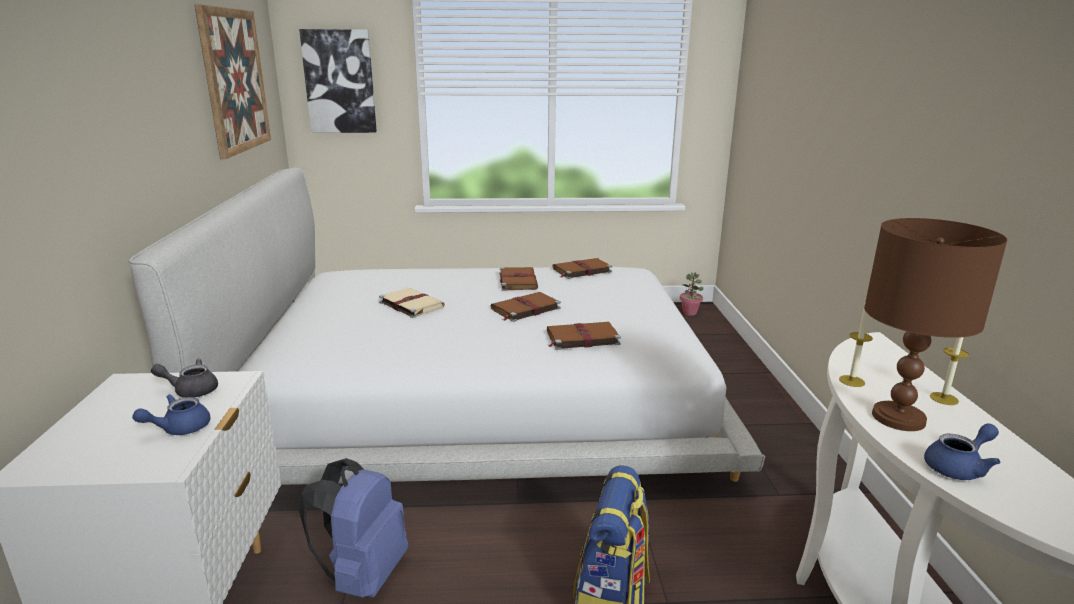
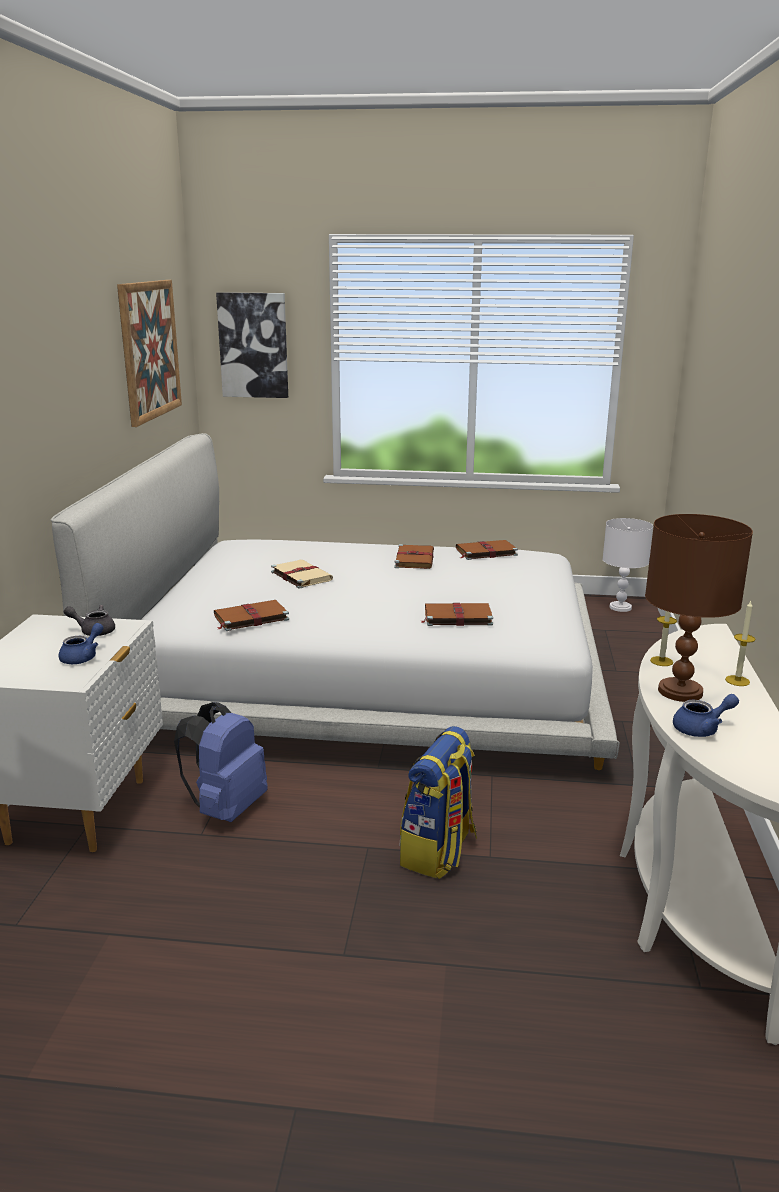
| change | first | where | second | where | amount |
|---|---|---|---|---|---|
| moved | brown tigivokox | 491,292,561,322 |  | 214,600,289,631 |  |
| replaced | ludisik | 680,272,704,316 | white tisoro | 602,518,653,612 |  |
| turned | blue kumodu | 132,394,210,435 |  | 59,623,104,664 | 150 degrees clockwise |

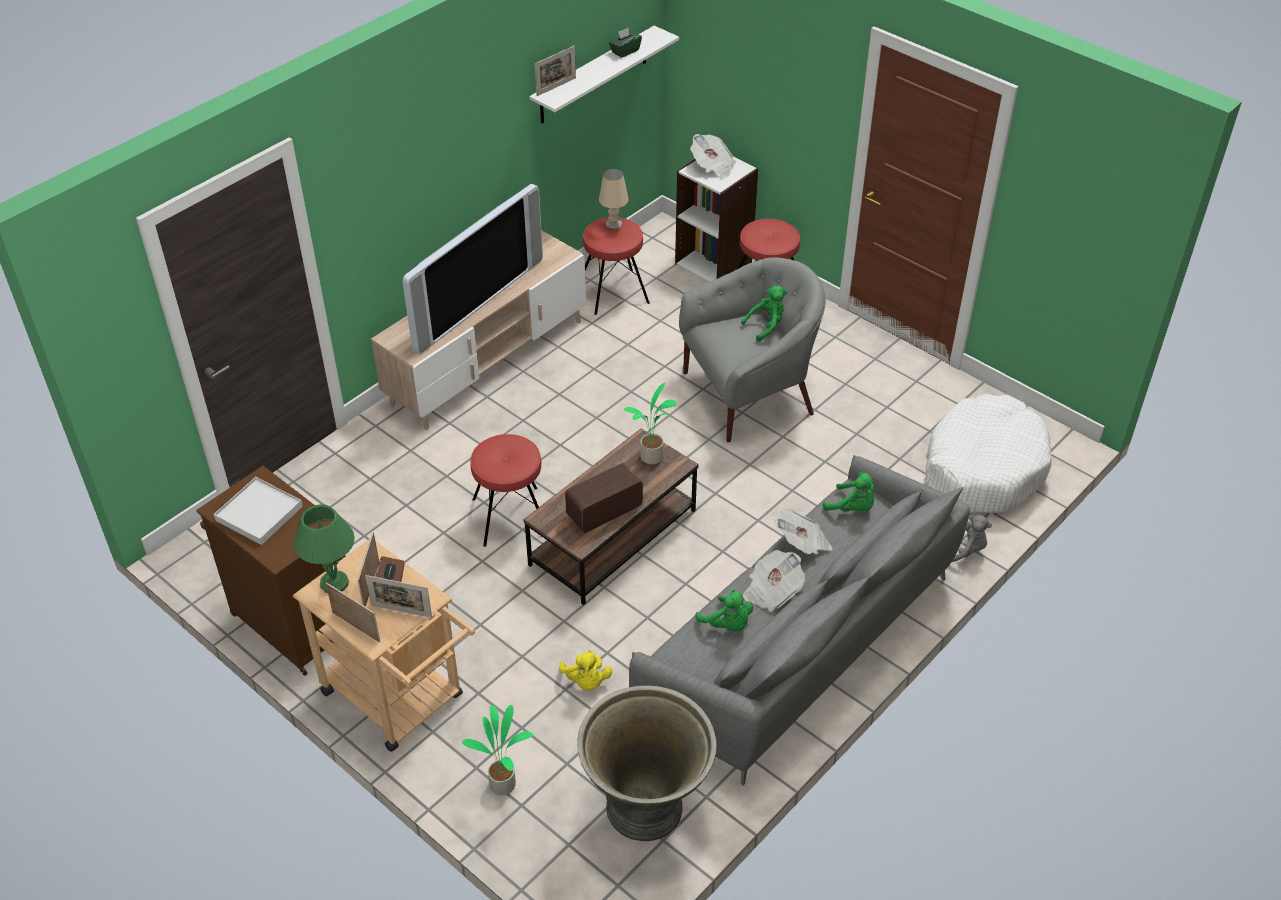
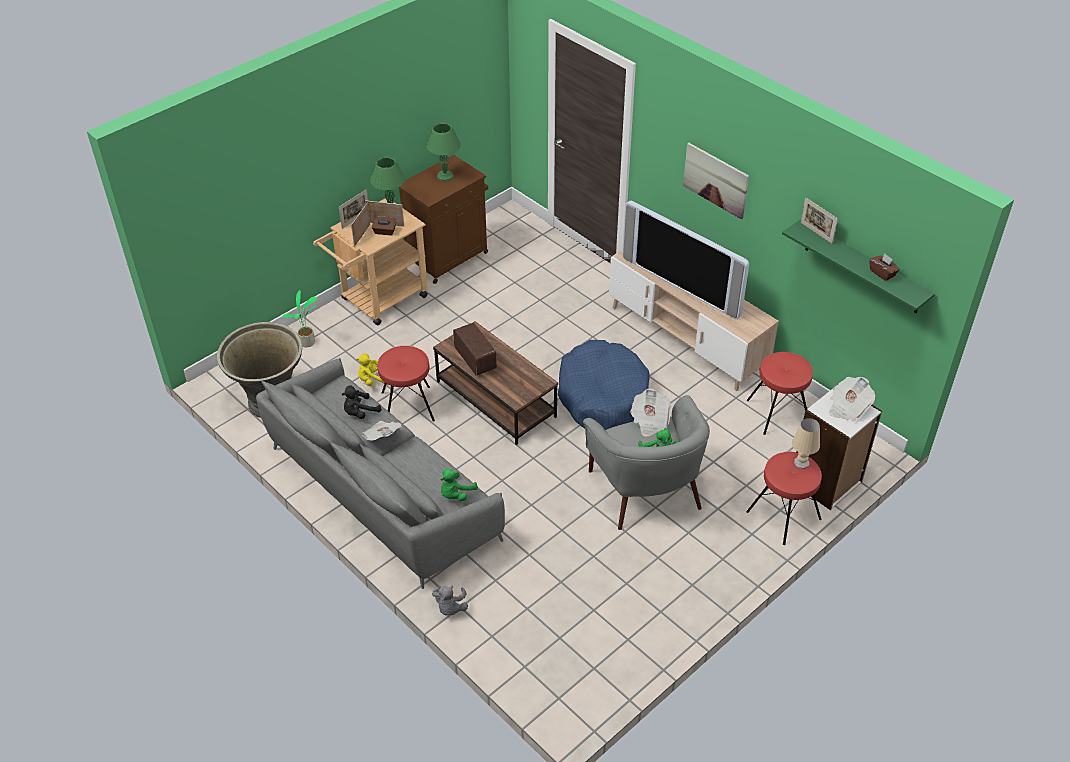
| change | first | where | second | where | amount |
|---|---|---|---|---|---|
| removed | ludisik | 624,383,676,464 |  |  |  |
| removed | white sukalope | 925,394,1051,513 |  |  |  |
| added |  |  | blue sukalope | 558,340,650,430 |  |
| added |  |  | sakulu | 683,143,749,219 |  |
| moved | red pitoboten | 470,434,541,547 |  | 378,346,435,421 |  |
| moved | beige tisoro | 599,169,629,229 |  | 792,418,820,469 |  |
| moved | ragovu | 775,509,833,555 |  | 630,389,671,437 |  |
| replaced | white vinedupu | 214,477,303,545 | green tisoro | 426,123,461,181 |  |
| recoloured | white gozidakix | 529,26,679,123 | green gozidakix | 782,219,935,313 |  |
| recoloured | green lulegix | 609,28,642,58 | brown lulegix | 870,254,900,281 |  |
| recoloured | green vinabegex | 695,589,753,631 | black vinabegex | 342,385,381,419 |  |

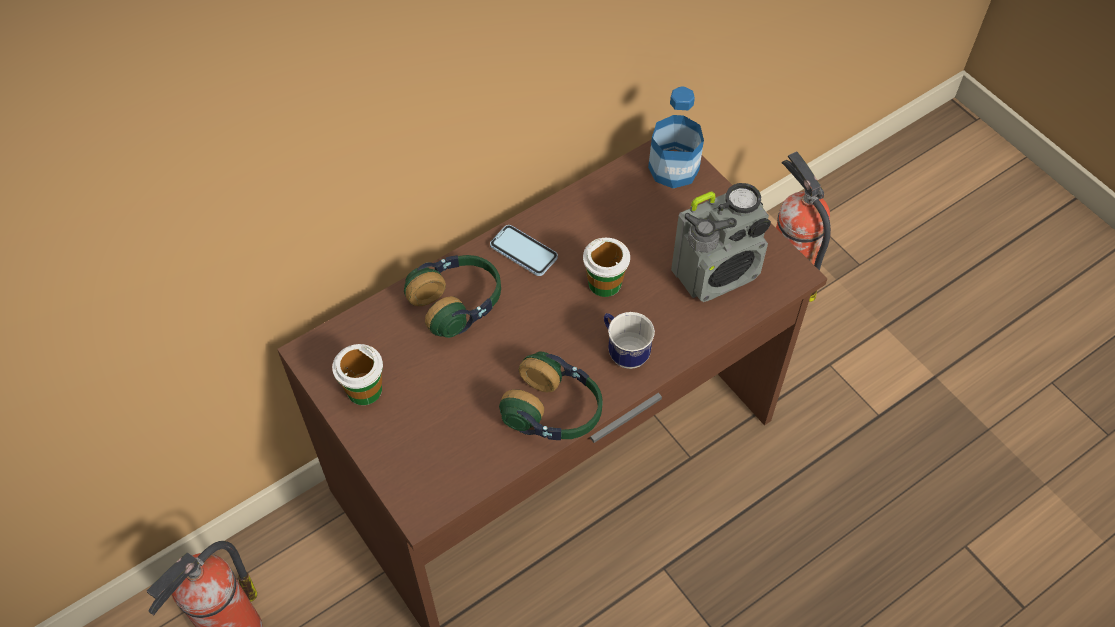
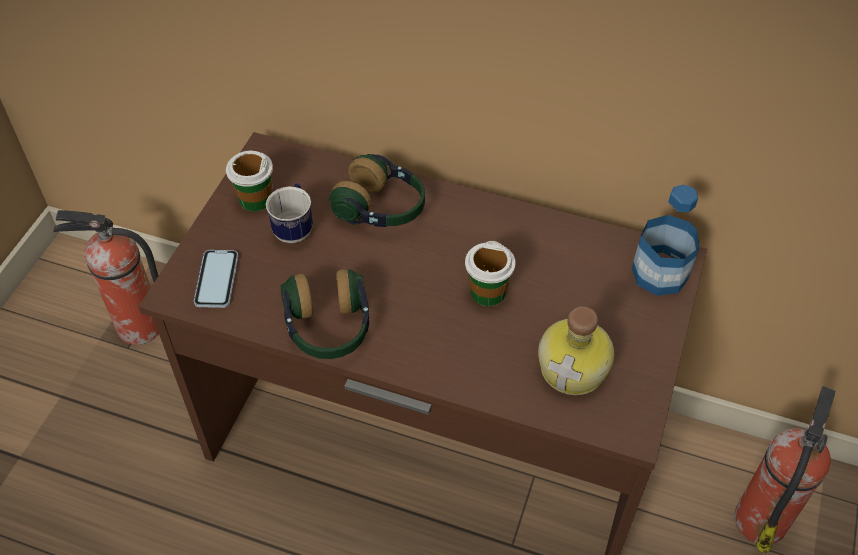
| change | first | where | second | where | amount |
|---|---|---|---|---|---|
| moved | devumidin | 490,225,558,276 |  | 194,250,238,308 |  |
| moved | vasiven | 604,312,655,369 |  | 266,183,313,243 |  |
| replaced | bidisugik | 671,183,771,302 | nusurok | 538,306,614,395 |  |

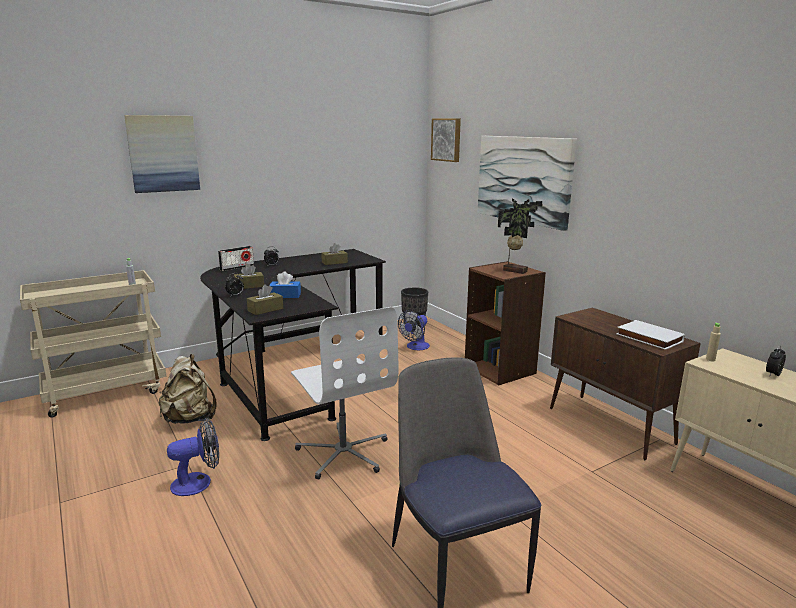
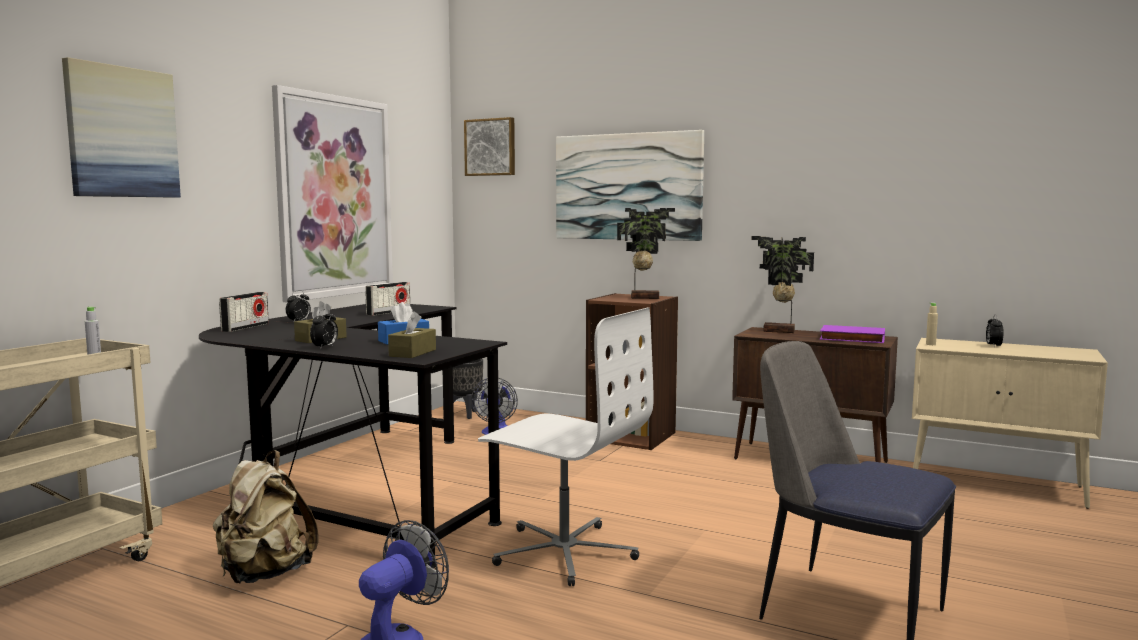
| change | first | where | second | where | amount |
|---|---|---|---|---|---|
| added |  |  | sakulu | 272,85,393,302 |  |
| added |  |  | ludisik | 751,236,814,333 |  |
| replaced | brown lulegix | 321,243,348,265 | bidisugik | 365,282,410,316 |  |
| recoloured | white tigivokox | 616,320,685,350 | purple tigivokox | 820,325,885,343 |  |

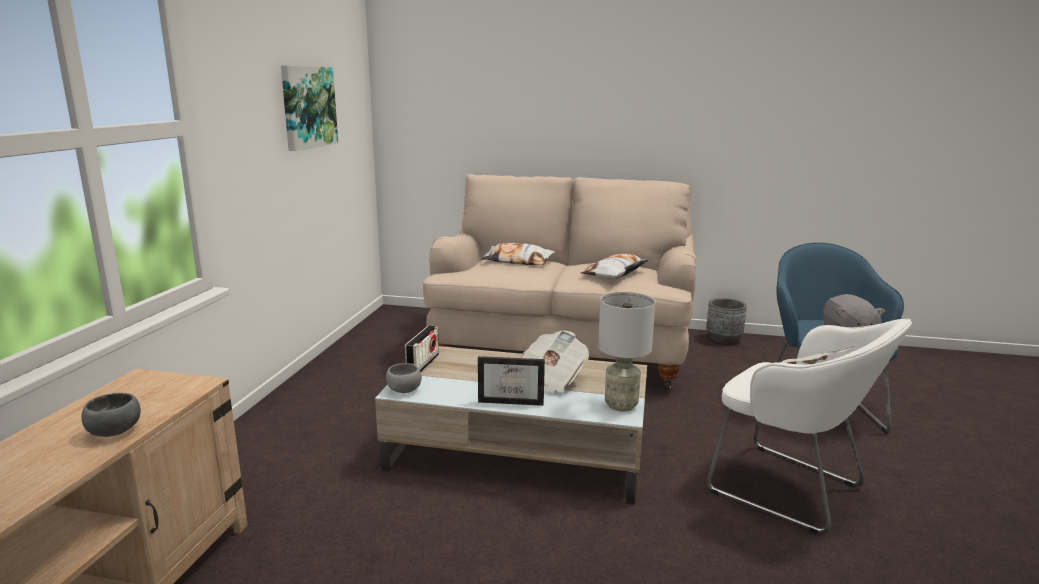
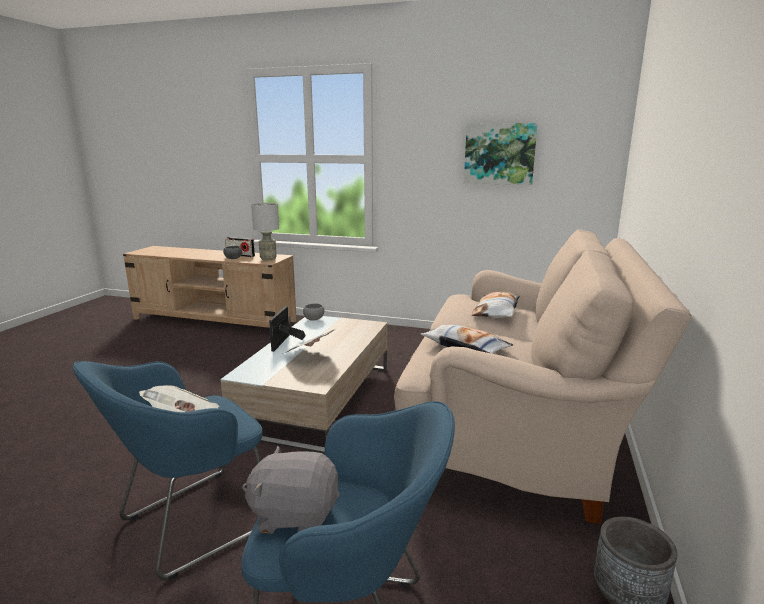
| change | first | where | second | where | amount |
|---|---|---|---|---|---|
| moved | bidisugik | 404,325,439,372 |  | 225,237,255,257 |  |
| moved | grey tisoro | 598,292,655,412 |  | 251,203,279,261 |  |
| recoloured | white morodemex | 707,319,912,535 | blue morodemex | 72,361,263,580 |  |

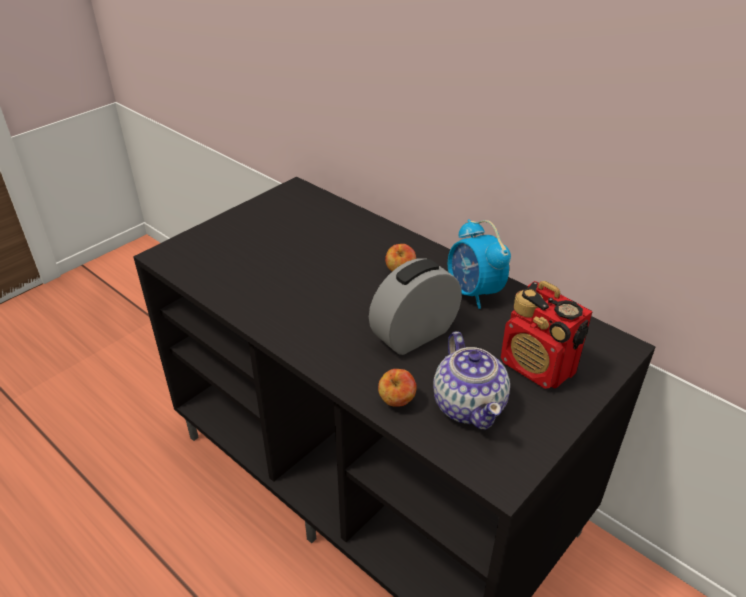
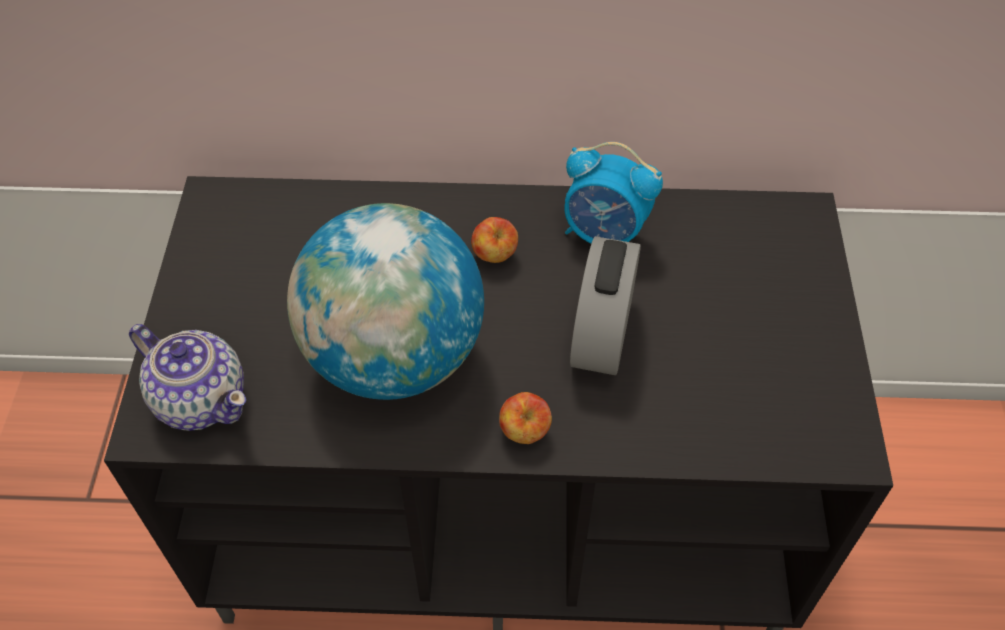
| change | first | where | second | where | amount |
|---|---|---|---|---|---|
| removed | bidisugik | 501,281,593,389 |  |  |  |
| added |  |  | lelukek | 287,203,484,400 |  |
| moved | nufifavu | 378,369,417,407 |  | 499,392,552,444 |  |
| moved | kumodu | 433,331,510,430 |  | 129,324,246,431 |  |

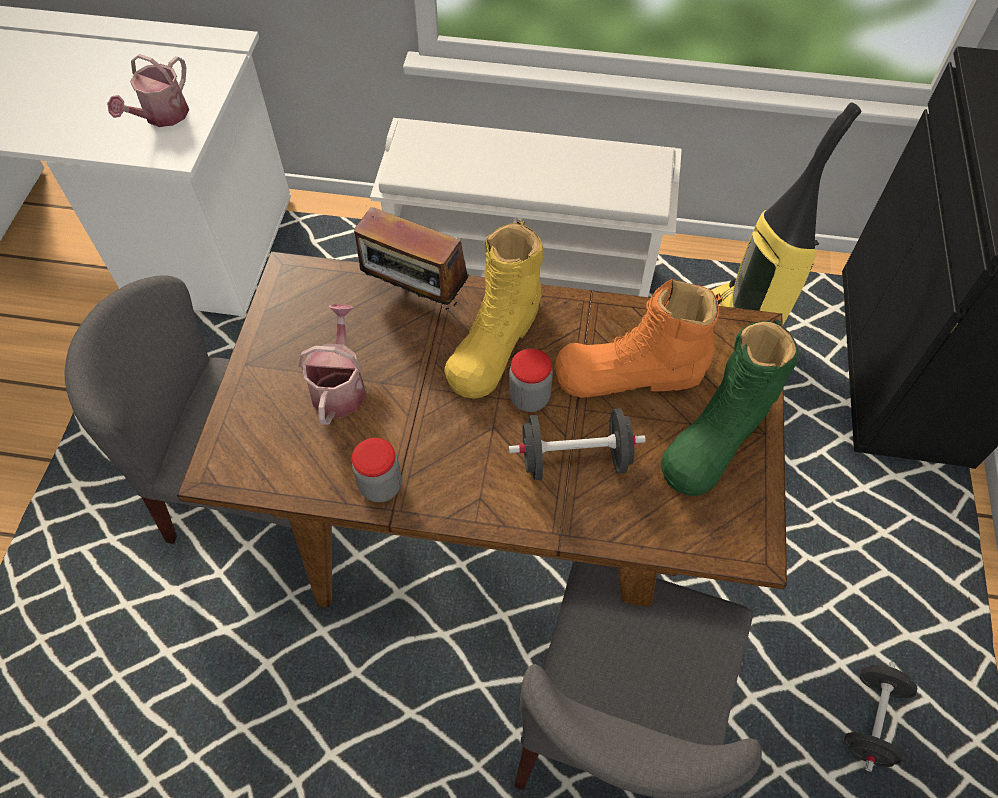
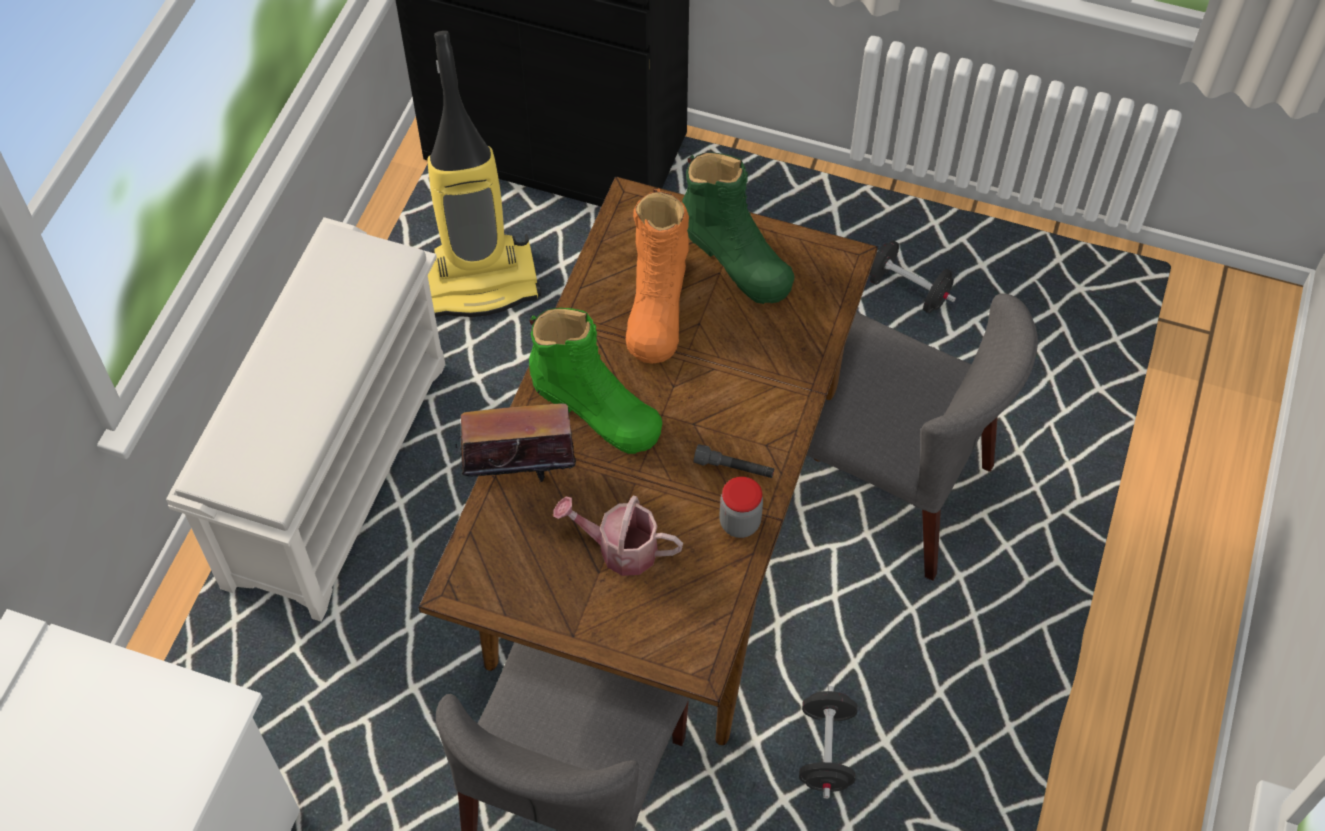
| change | first | where | second | where | amount |
|---|---|---|---|---|---|
| removed | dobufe | 107,54,189,127 |  |  |  |
| removed | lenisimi | 509,349,553,412 |  |  |  |
| added |  |  | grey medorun | 694,444,774,478 |  |
| moved | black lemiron | 509,408,646,480 |  | 799,686,857,799 |  |
| recoloured | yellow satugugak | 444,220,544,399 | green satugugak | 529,308,662,454 |  |
| turned | bidisugik | 354,207,469,310 |  | 455,391,584,482 | 135 degrees counterclockwise |

